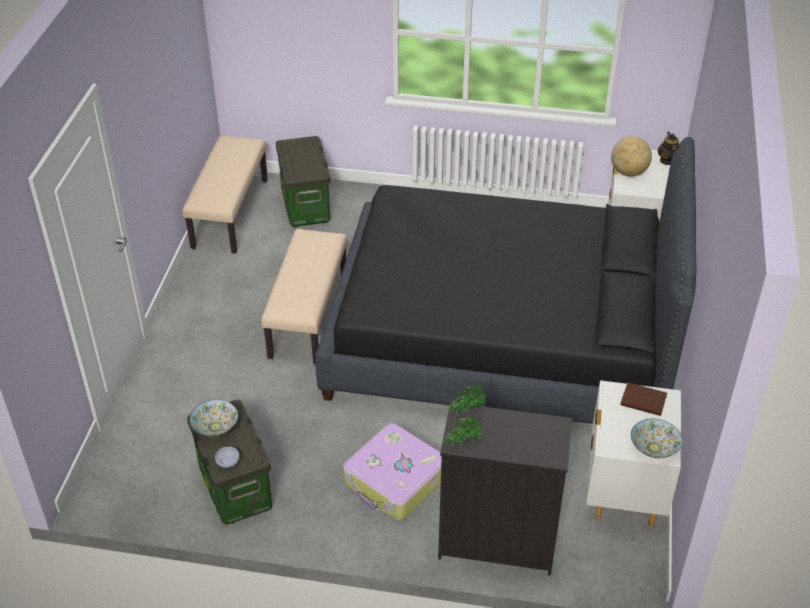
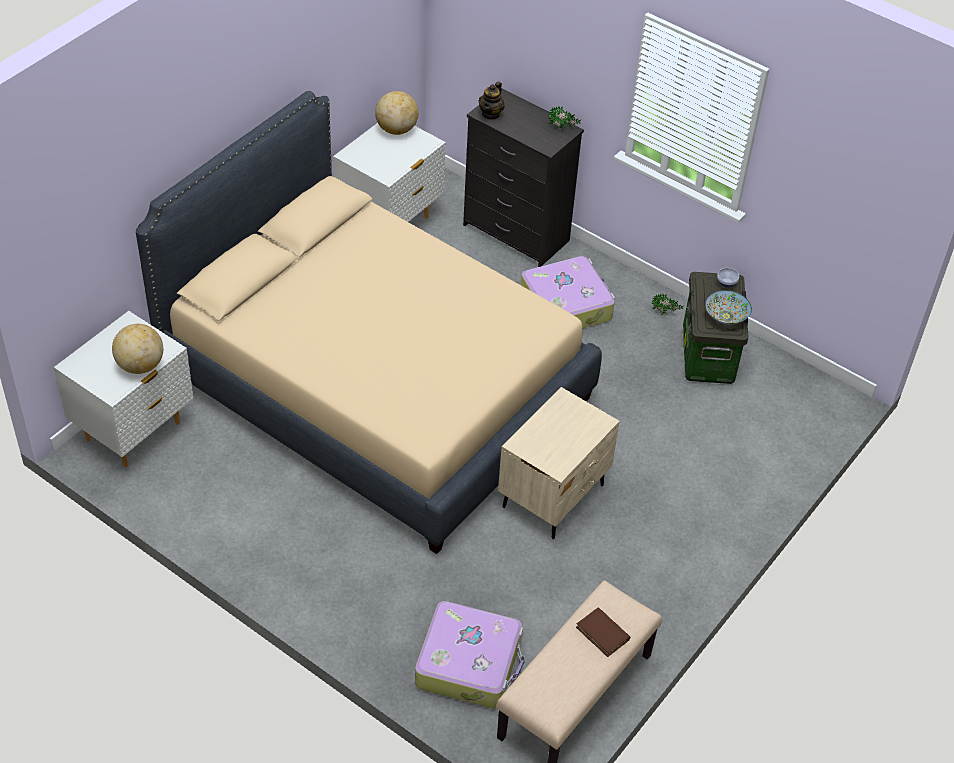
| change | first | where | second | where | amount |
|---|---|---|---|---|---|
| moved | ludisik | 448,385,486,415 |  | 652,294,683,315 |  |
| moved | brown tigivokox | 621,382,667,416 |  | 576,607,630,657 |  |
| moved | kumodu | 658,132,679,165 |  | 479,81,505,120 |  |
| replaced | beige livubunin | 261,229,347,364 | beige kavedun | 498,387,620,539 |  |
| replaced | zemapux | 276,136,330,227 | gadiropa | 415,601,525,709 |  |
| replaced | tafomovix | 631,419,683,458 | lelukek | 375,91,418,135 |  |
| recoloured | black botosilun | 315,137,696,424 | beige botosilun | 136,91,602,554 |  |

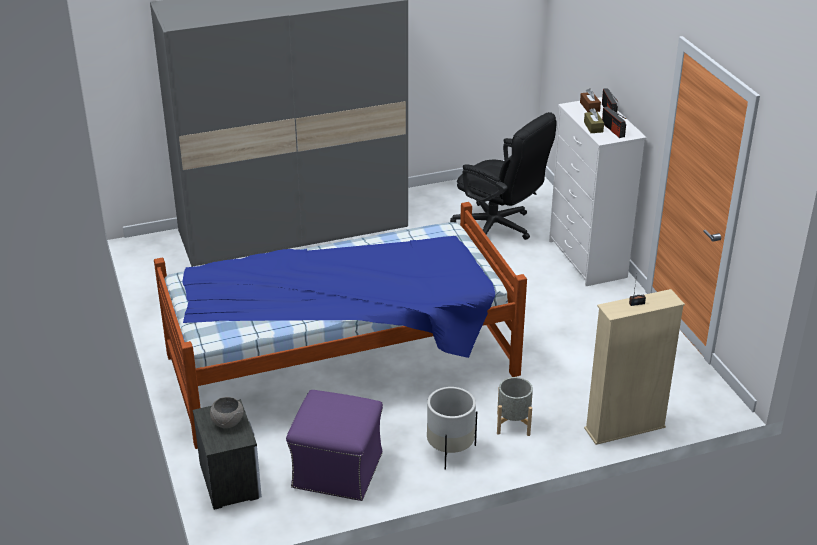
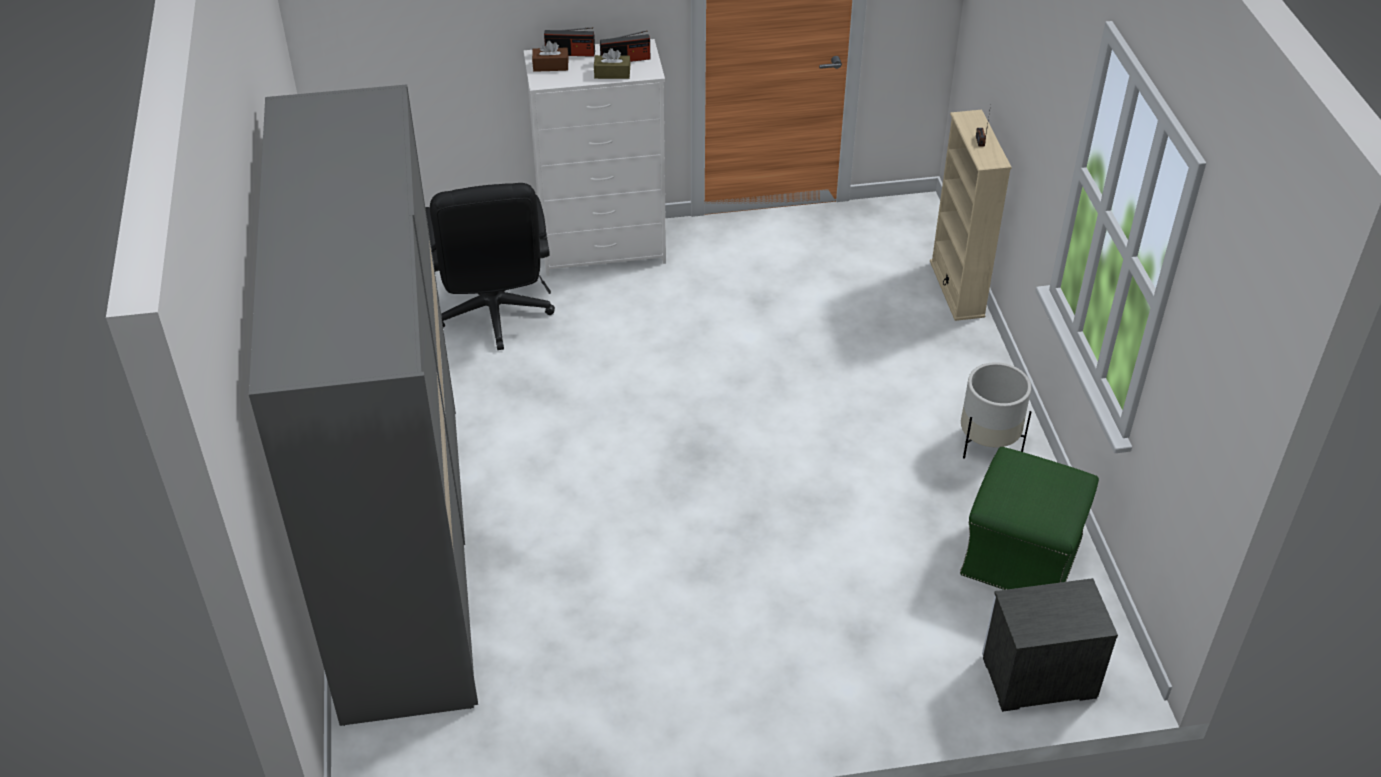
| change | first | where | second | where | amount |
|---|---|---|---|---|---|
| removed | botosilun | 154,202,527,449 |  |  |  |
| removed | grey tafomovix | 210,397,244,428 |  |  |  |
| removed | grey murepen | 497,377,533,436 |  |  |  |
| recoloured | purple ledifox | 286,390,383,501 | green ledifox | 960,447,1099,590 |  |
| turned | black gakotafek | 450,112,557,240 |  | 425,183,555,350 | 120 degrees clockwise |

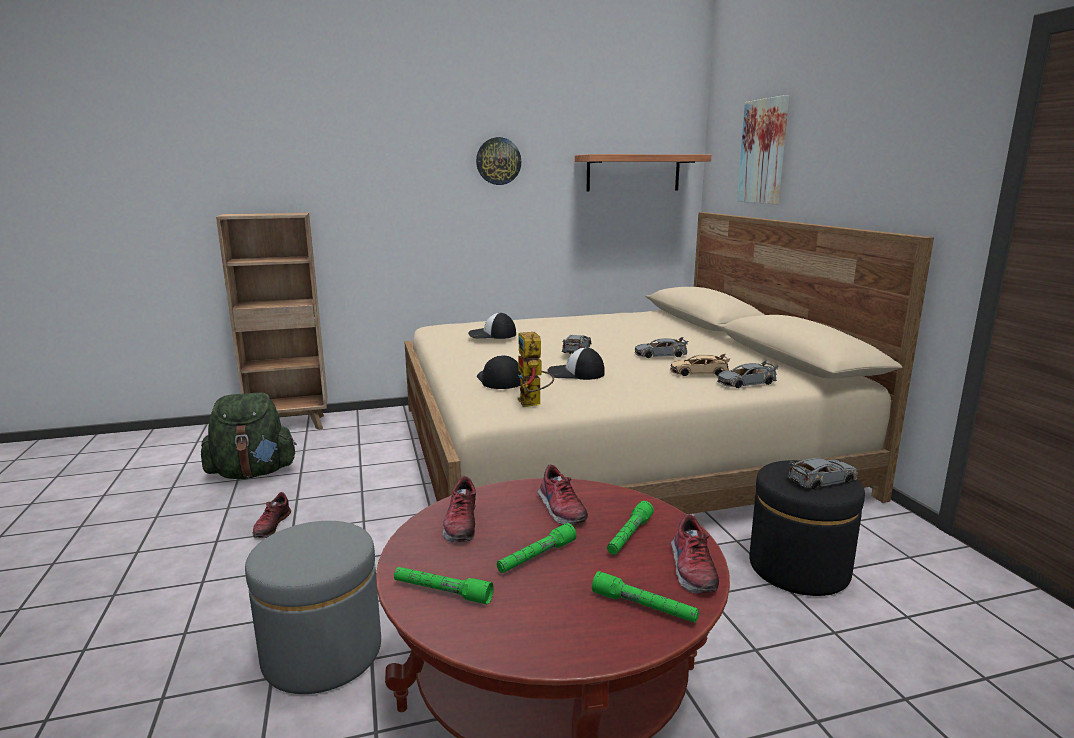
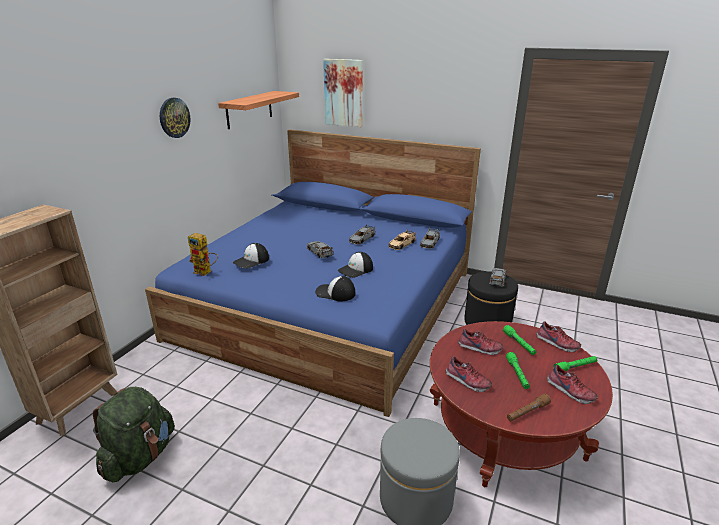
| change | first | where | second | where | amount |
|---|---|---|---|---|---|
| moved | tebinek | 252,492,291,538 |  | 547,365,598,404 |  |
| moved | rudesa | 518,332,554,407 |  | 188,233,218,276 |  |
| recoloured | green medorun | 394,567,494,604 | brown medorun | 507,394,551,421 |  |
| recoloured | beige botosilun | 404,212,934,514 | blue botosilun | 145,129,481,417 |  |

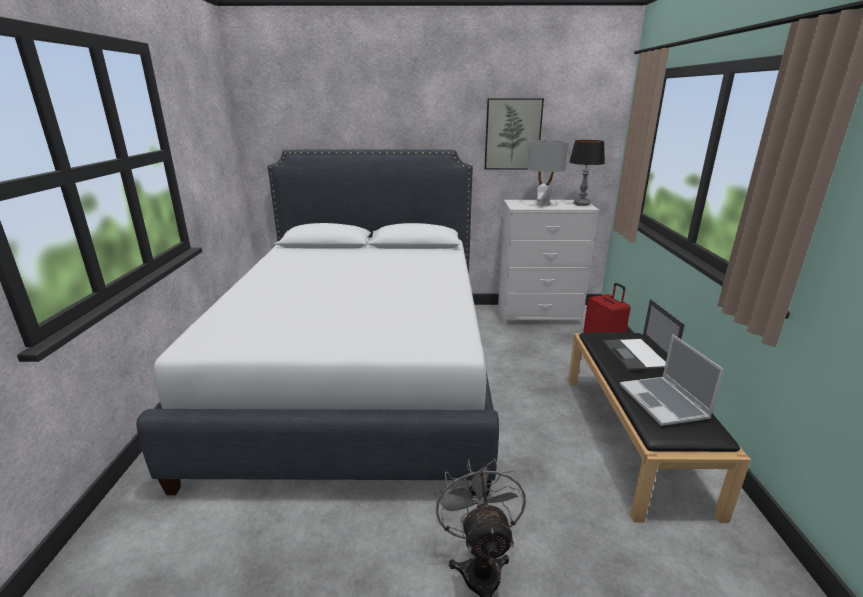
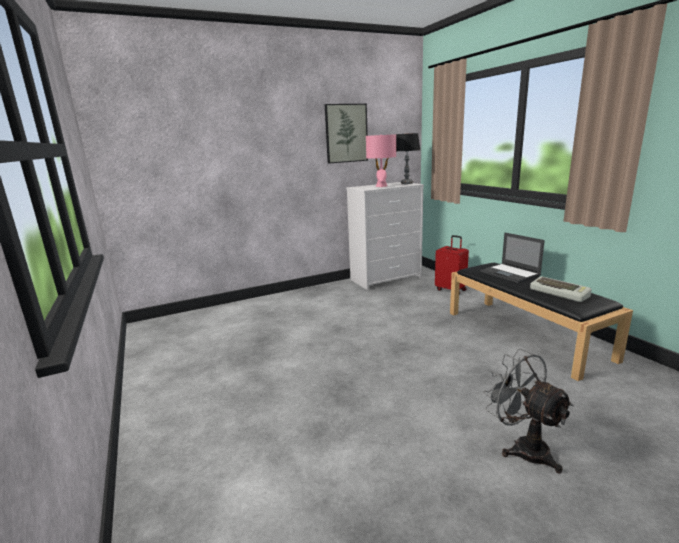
| change | first | where | second | where | amount |
|---|---|---|---|---|---|
| removed | white botosilun | 136,149,499,497 |  |  |  |
| replaced | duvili | 620,334,724,426 | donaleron | 530,276,592,302 |  |
| recoloured | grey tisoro | 528,140,569,206 | pink tisoro | 366,134,396,187 |  |

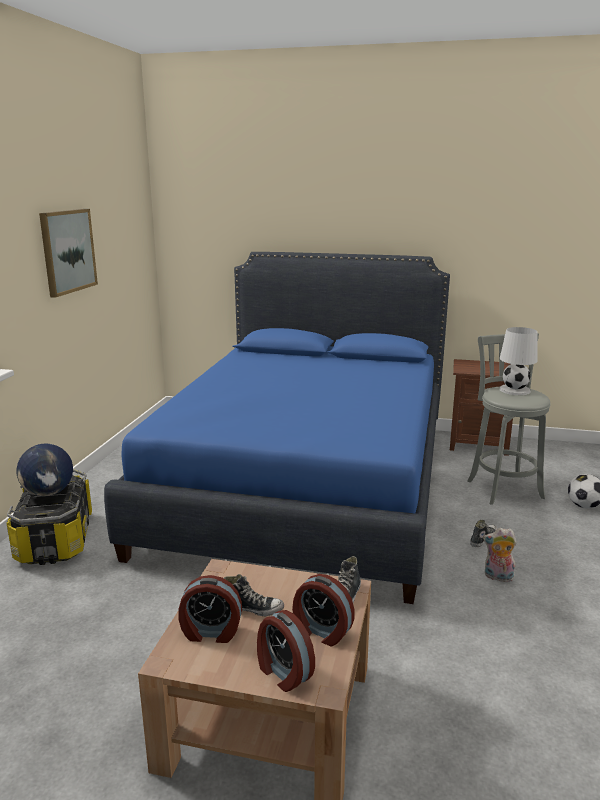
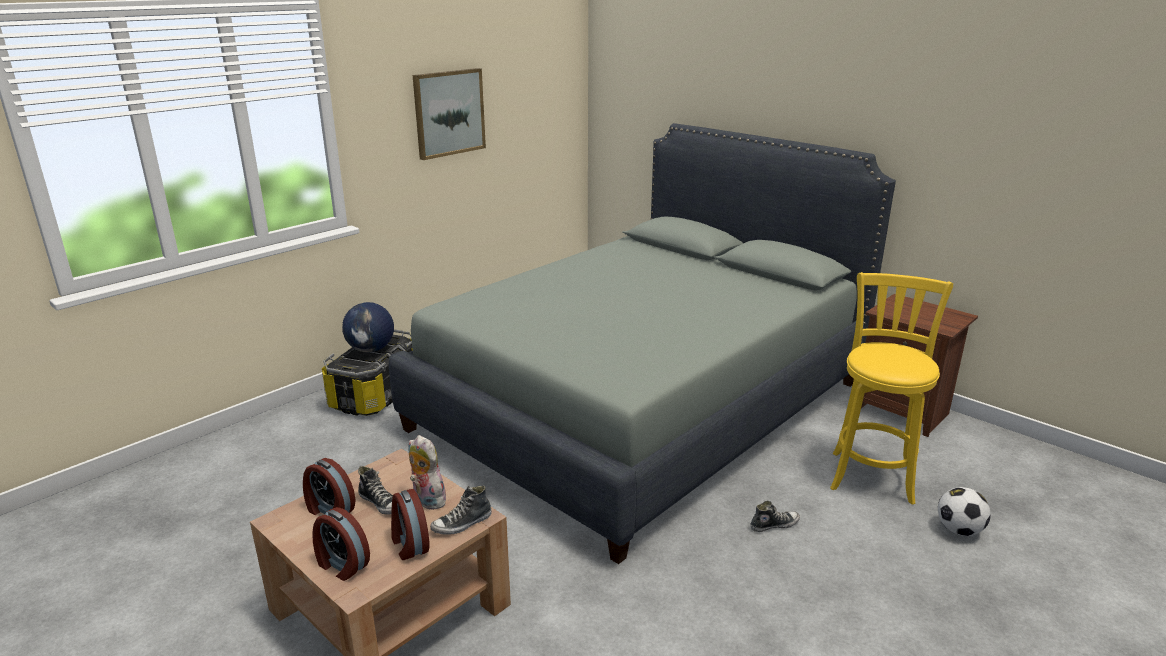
| change | first | where | second | where | amount |
|---|---|---|---|---|---|
| removed | white tisoro | 499,327,538,395 |  |  |  |
| moved | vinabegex | 483,528,517,584 |  | 408,435,448,510 |  |
| recoloured | blue botosilun | 104,252,450,604 | grey botosilun | 389,123,896,564 |  |
| recoloured | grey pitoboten | 467,333,551,505 | yellow pitoboten | 830,272,953,505 |  |
| turned | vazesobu | 257,610,315,692 |  | 312,507,370,581 | 45 degrees counterclockwise |

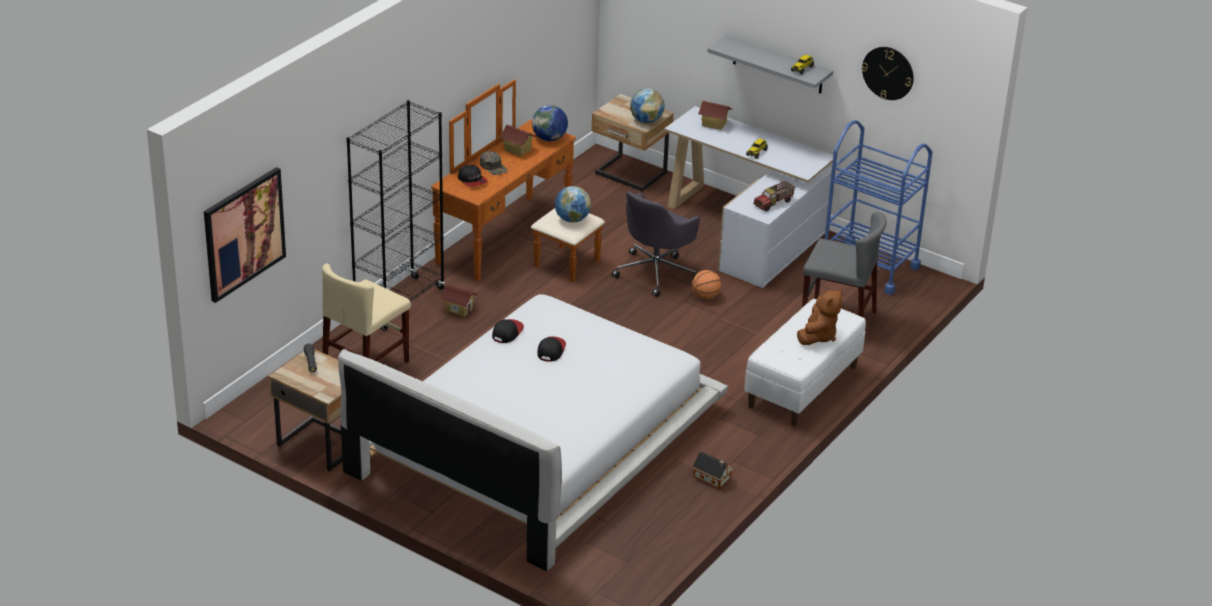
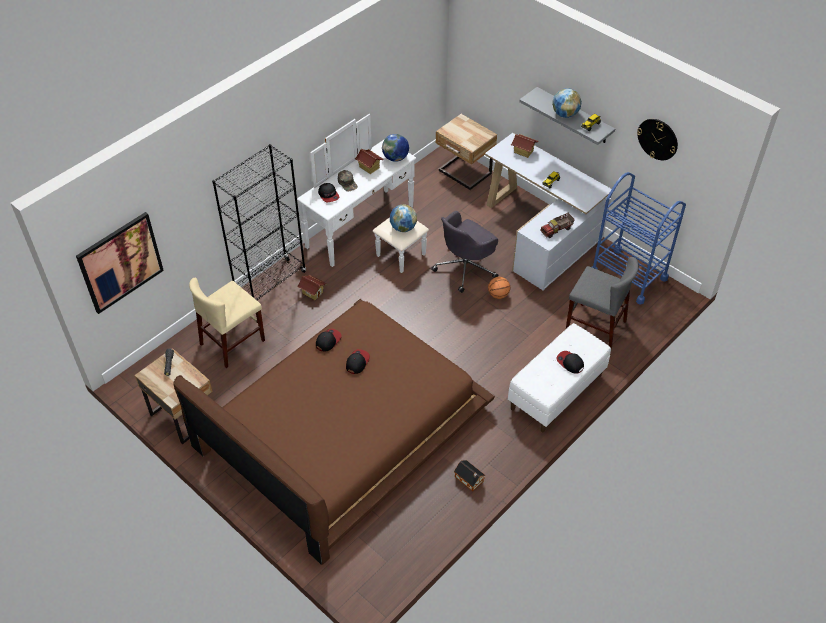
| change | first | where | second | where | amount |
|---|---|---|---|---|---|
| moved | lelukek | 630,89,665,123 |  | 552,88,582,118 |  |
| replaced | brown vinabegex | 797,289,842,345 | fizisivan | 557,351,584,374 |  |
| recoloured | white botosilun | 338,294,728,571 | brown botosilun | 173,299,495,565 |  |
| recoloured | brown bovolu | 431,79,605,282 | white bovolu | 297,114,429,273 |  |

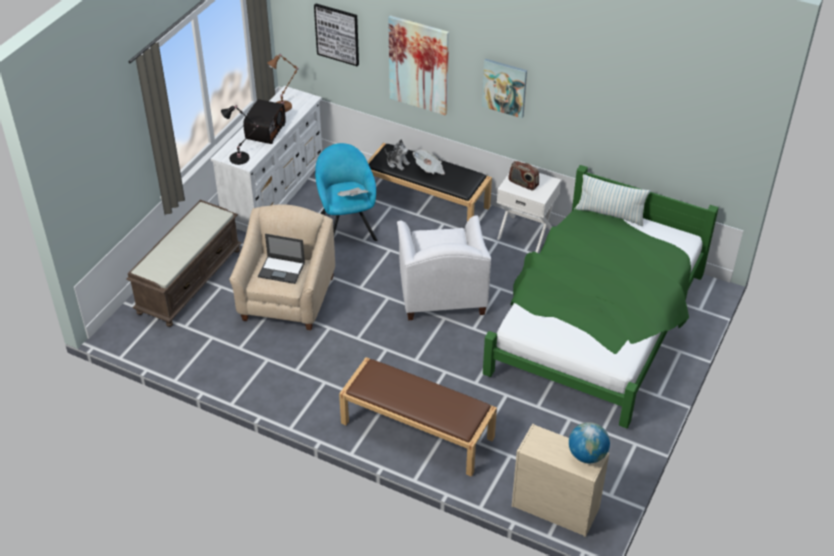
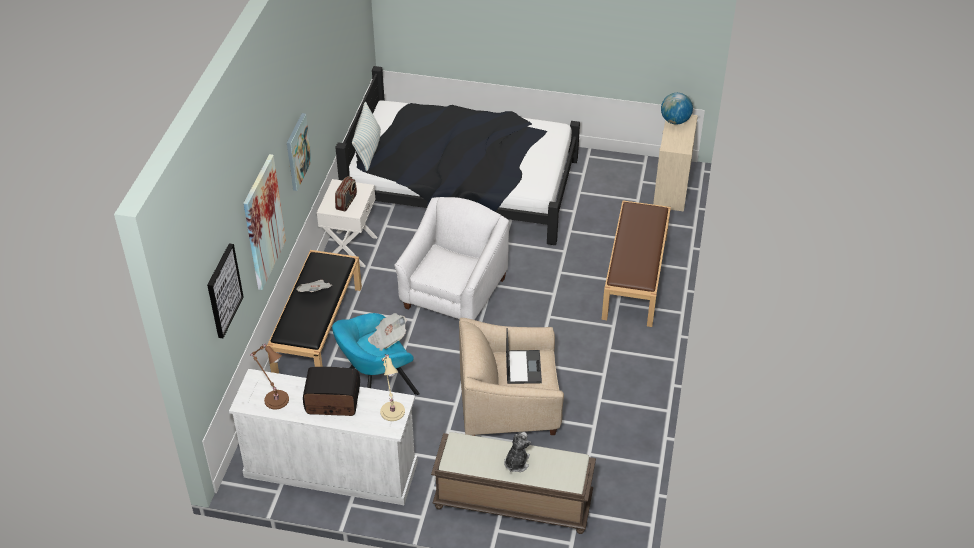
| change | first | where | second | where | amount |
|---|---|---|---|---|---|
| moved | vinabegex | 385,139,410,170 |  | 504,432,531,472 |  |
| recoloured | black tisoro | 221,106,259,165 | beige tisoro | 380,354,405,421 |  |
| recoloured | green botosilun | 483,165,719,428 | black botosilun | 335,66,580,245 |  |
| turned | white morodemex | 397,215,491,320 |  | 394,197,509,320 | 45 degrees counterclockwise |

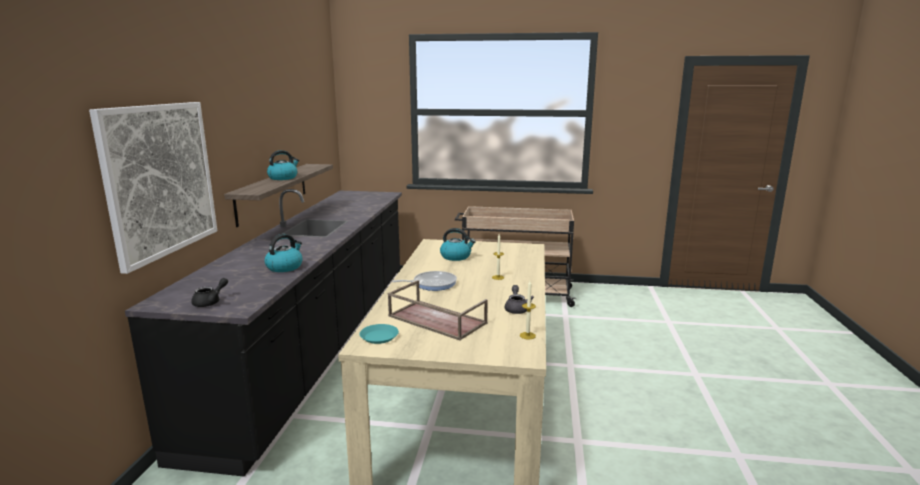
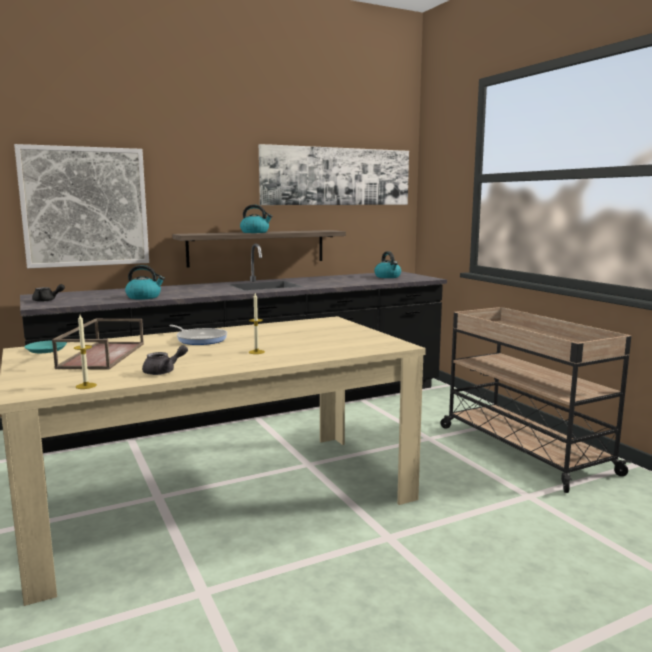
| change | first | where | second | where | amount |
|---|---|---|---|---|---|
| added |  |  | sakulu | 259,144,409,205 |  |
| moved | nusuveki | 440,228,476,261 |  | 374,251,401,278 |  |

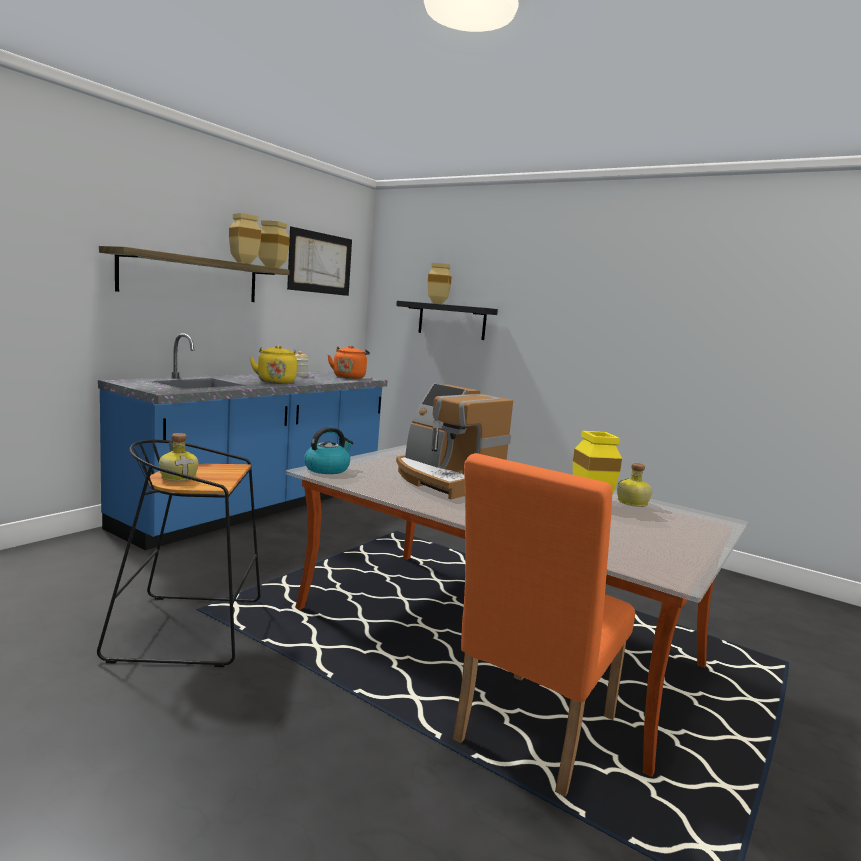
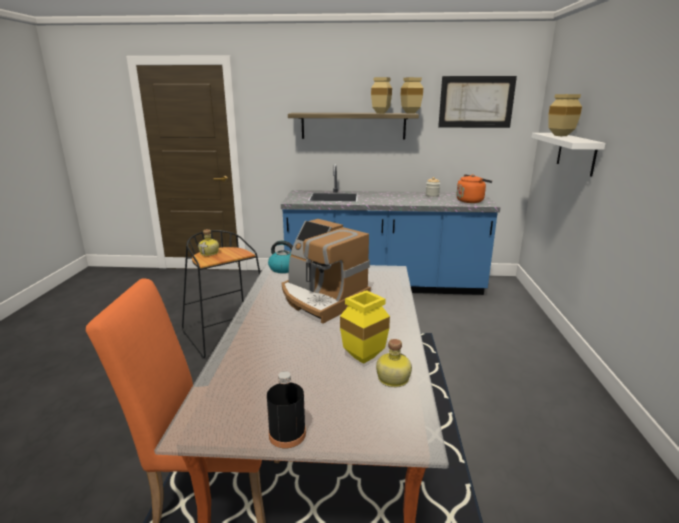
| change | first | where | second | where | amount |
|---|---|---|---|---|---|
| removed | yellow nusuveki | 250,345,297,384 |  |  |  |
| added |  |  | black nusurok | 267,371,306,448 |  |
| recoloured | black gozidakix | 396,301,498,340 | white gozidakix | 531,133,606,177 |  |
| turned | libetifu | 396,384,513,499 |  | 282,219,371,324 | 60 degrees counterclockwise |

